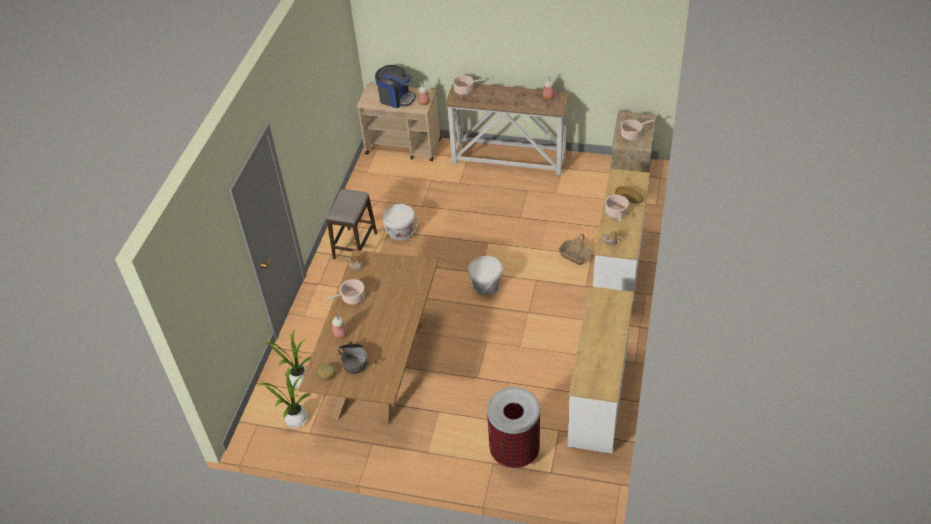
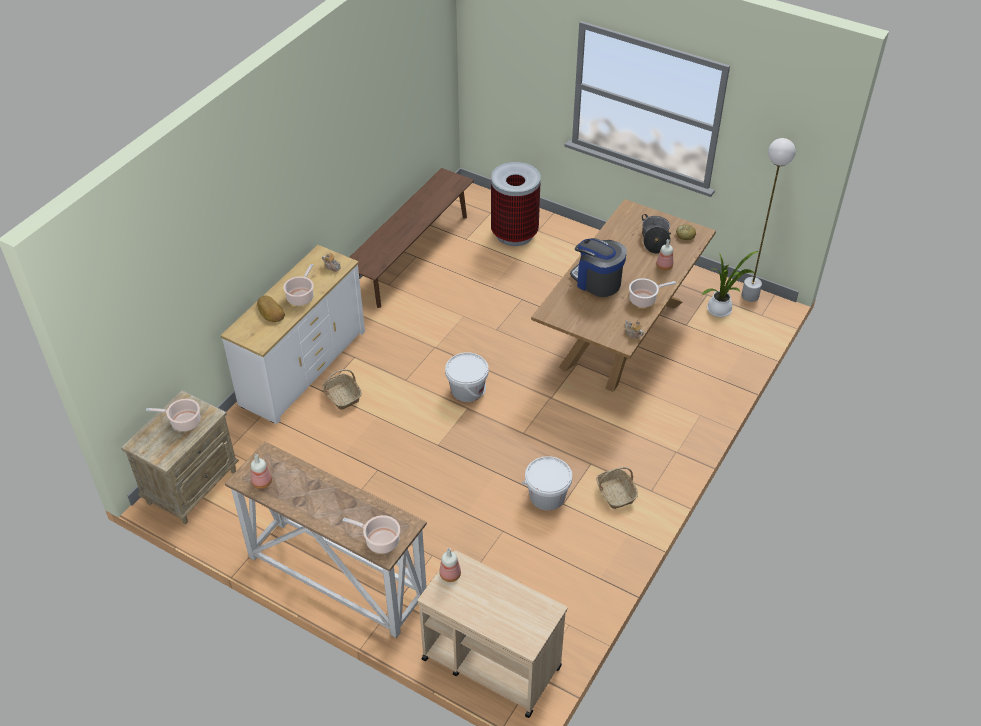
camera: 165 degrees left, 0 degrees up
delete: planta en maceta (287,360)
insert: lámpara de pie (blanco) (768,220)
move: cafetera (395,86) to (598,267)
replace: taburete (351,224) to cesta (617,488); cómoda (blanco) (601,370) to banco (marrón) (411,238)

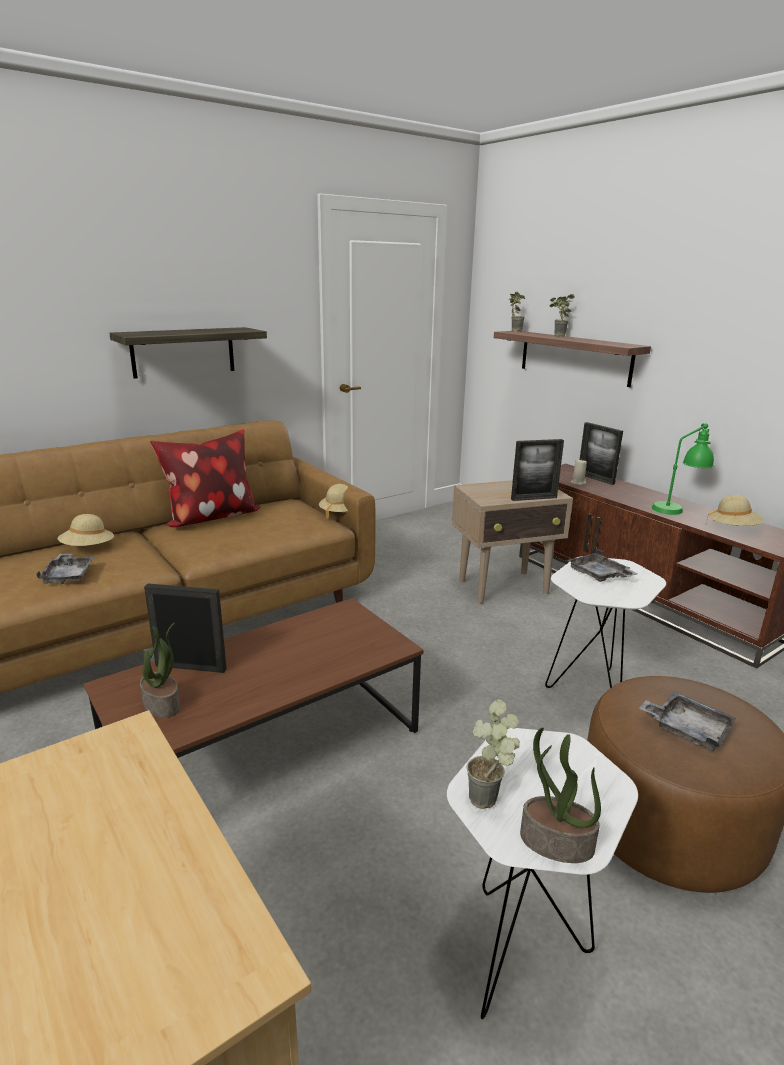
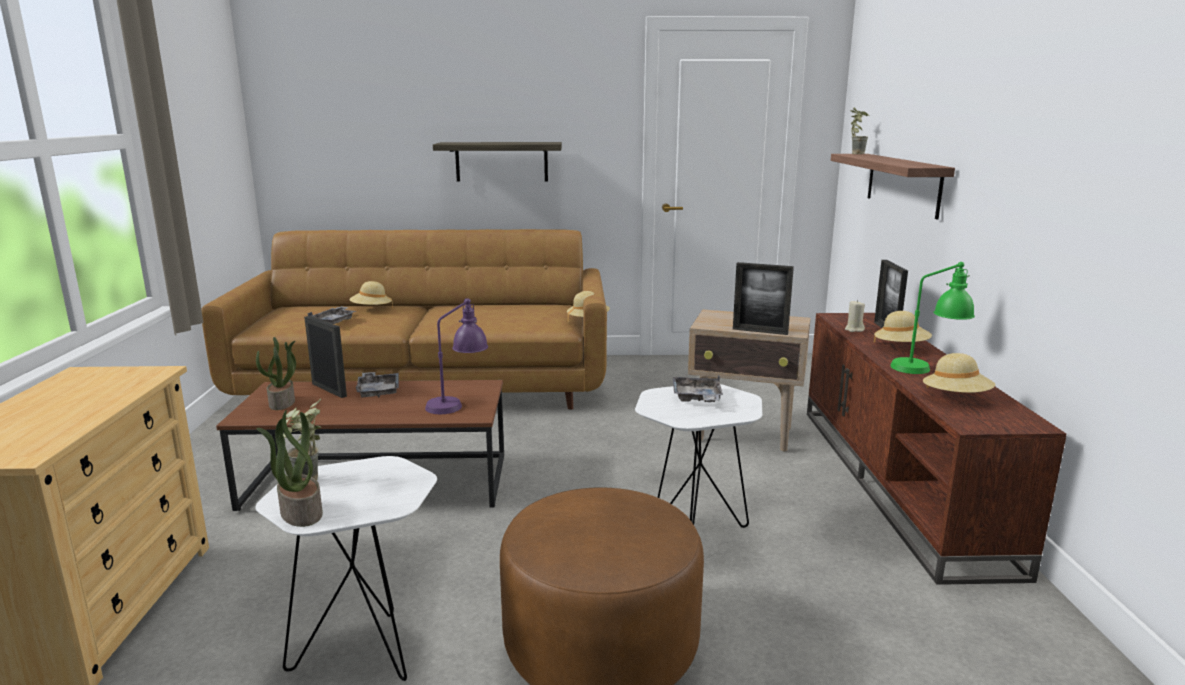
camera: 35 degrees right, 5 degrees down
delete: cojín (205,478); planta en maceta (561,315)
insert: lámpara de mesa (morado) (456,356); sombrero (beis) (903,327)
move: bandeja (gris) (687,721) to (377,385)

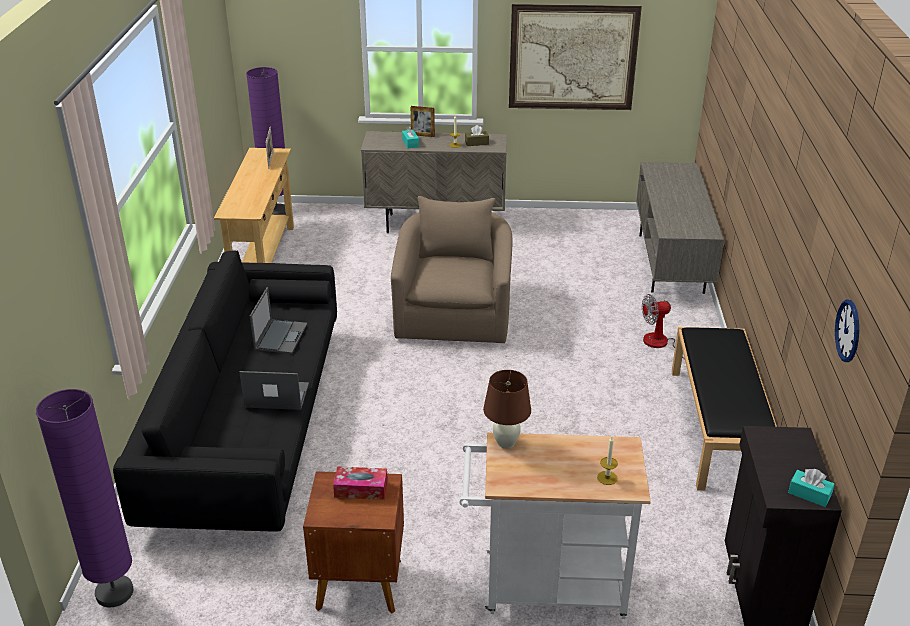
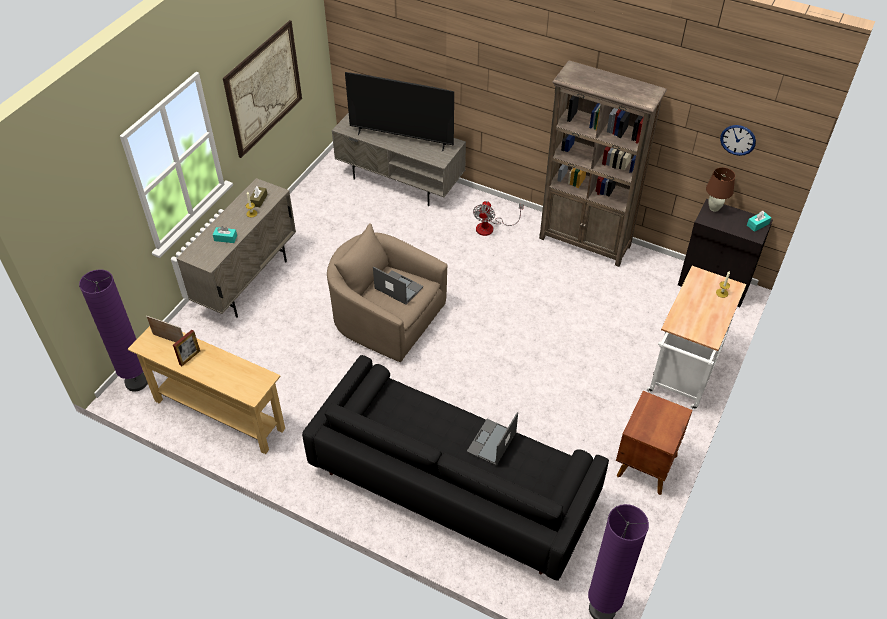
camera: 65 degrees left, 15 degrees up
delete: caja de pañuelos (360,483)
insert: televisor (399,112)
move: portátil (278,320) to (398,286); portarretratos (423,121) to (186,348); lámpara de mesa (marrón) (507,409) to (720,189)
replace: banco (negro) (724,409) to estantería (marrón) (603,163)

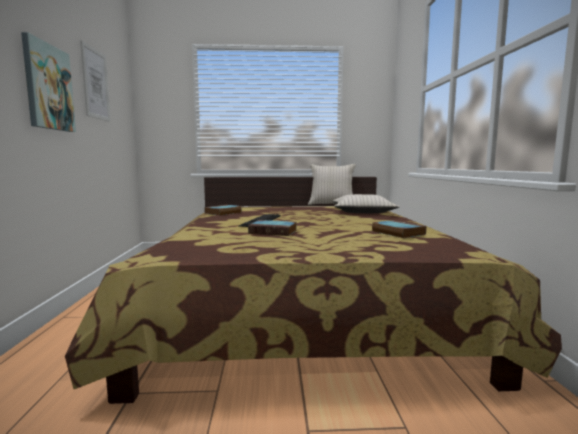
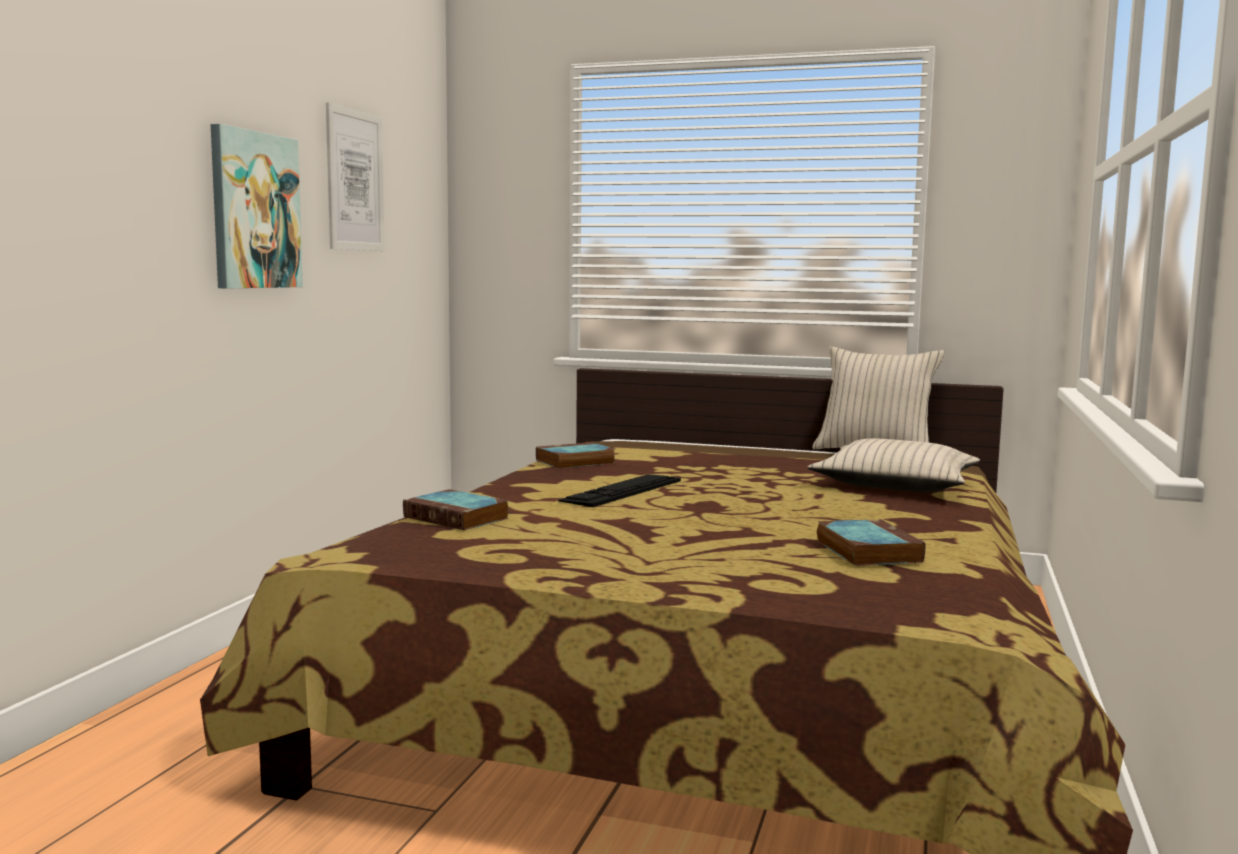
camera: 20 degrees right, 0 degrees up
move: libro (272,228) to (456,509)

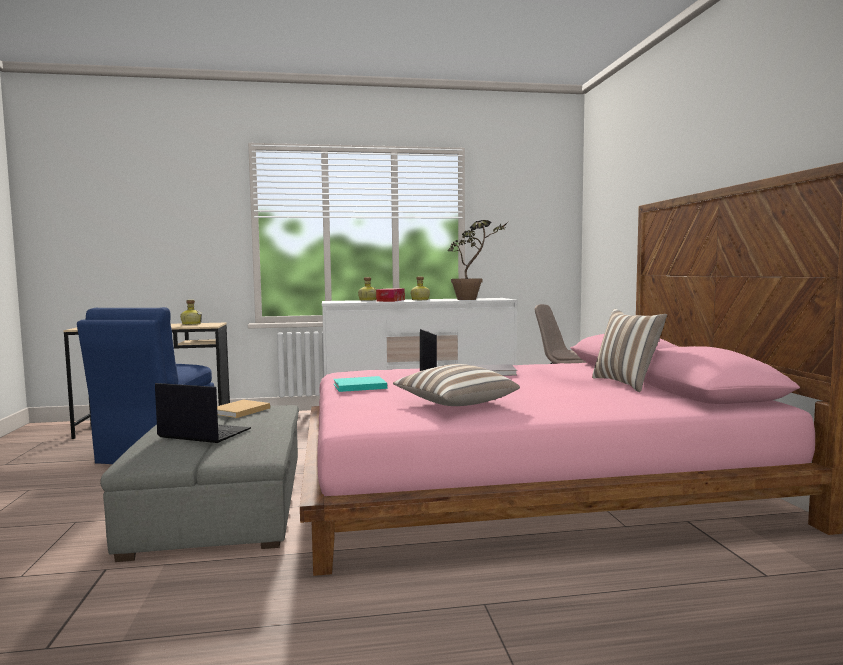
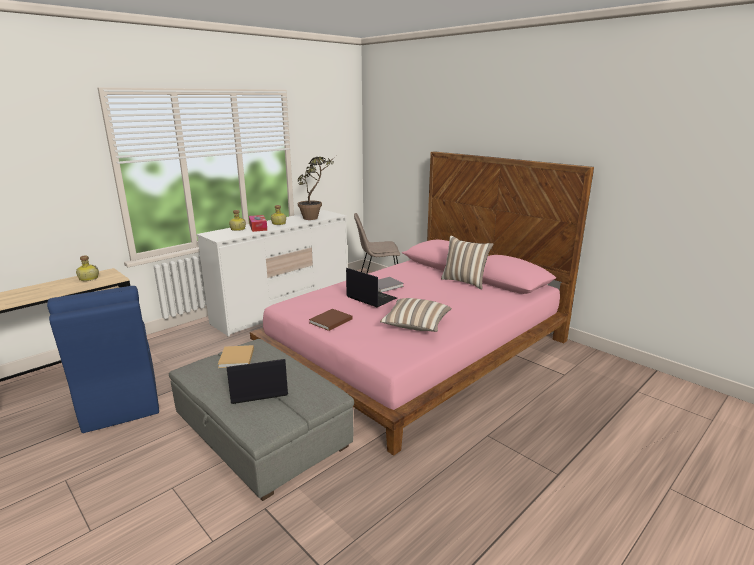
camera: 35 degrees left, 15 degrees up
recolor: libro (turquesa) (360,384) to libro (marrón) (330,320)

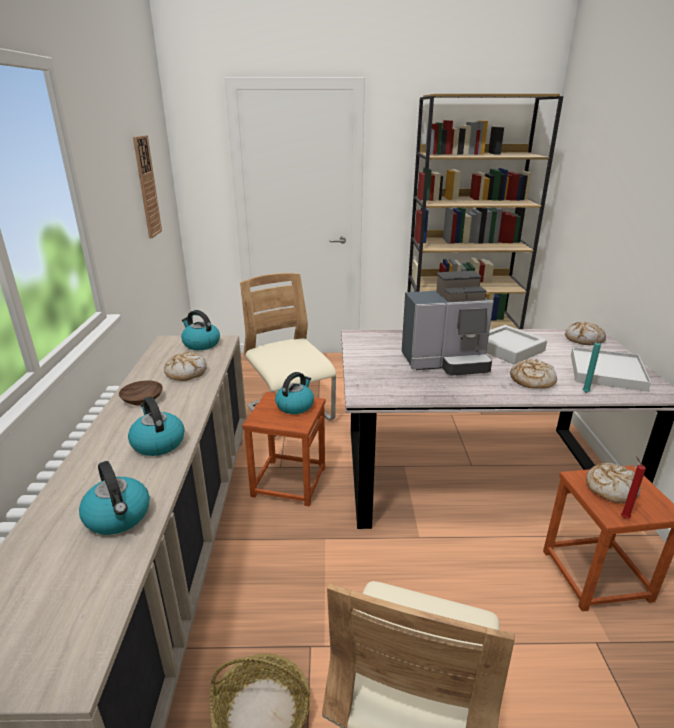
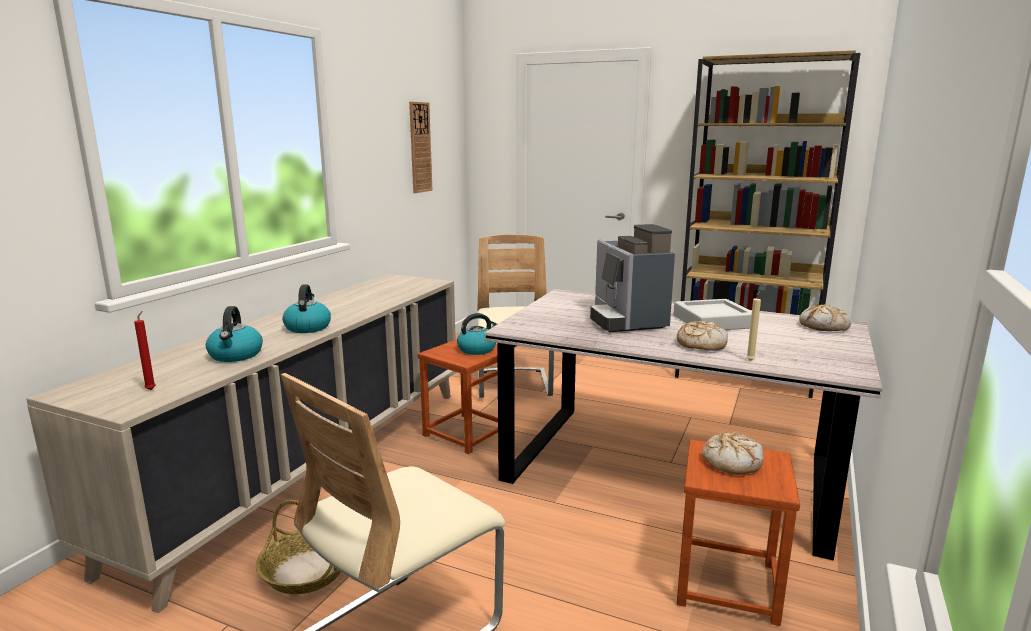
camera: 25 degrees right, 10 degrees down
delete: cuenco (marrón) (141,393); pan (185,366); hervidor (200,330); bandeja (blanco) (611,369)
move: vela (rojo) (633,488) to (145,350)
recolor: vela (turquesa) (591,364) to vela (beis) (753,326)
rotate: cafetera (448,323) = (632,278) 60 degrees clockwise

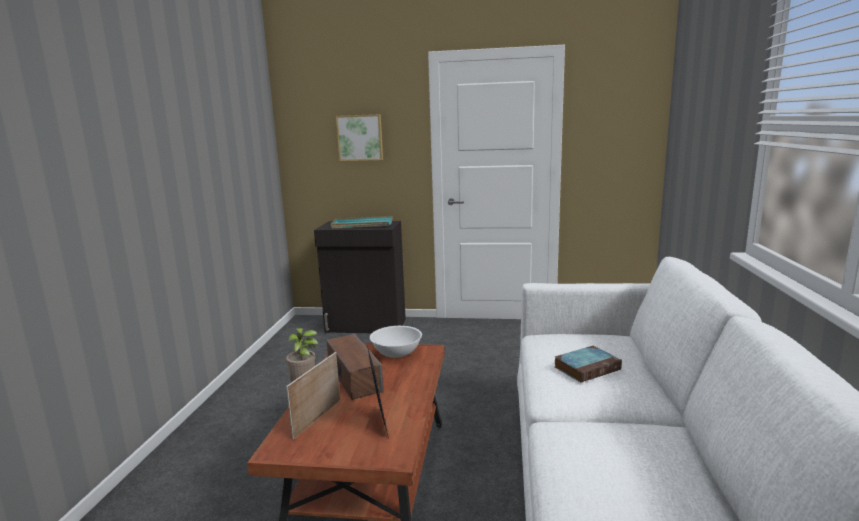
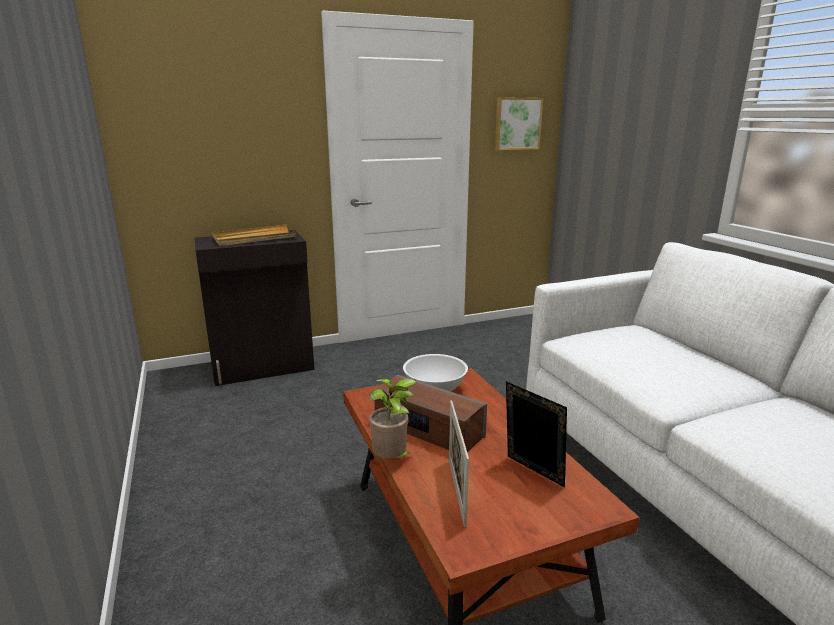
camera: 30 degrees left, 5 degrees up
delete: libro (588,364)
move: cuadro (359,137) to (519,123)
recolor: bandeja (turquesa) (361,222) to bandeja (beis) (254,235)

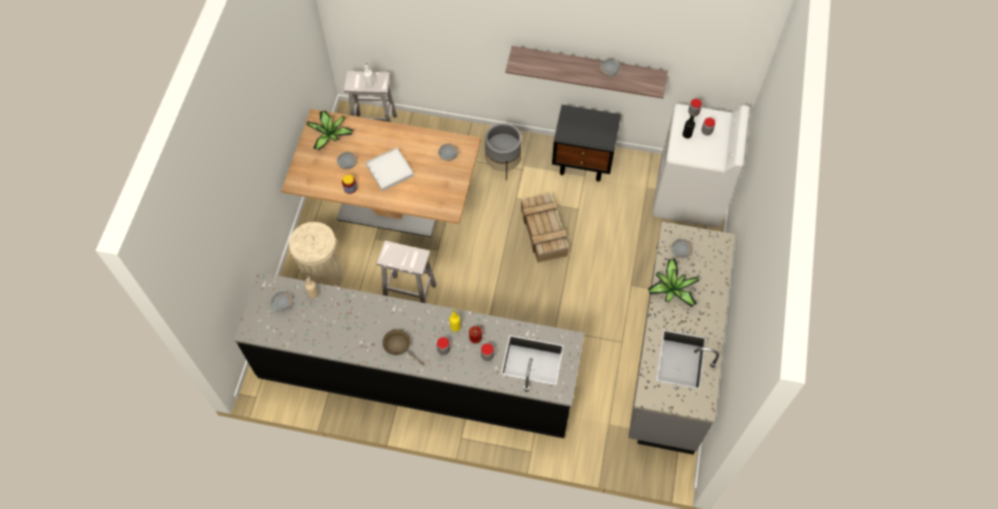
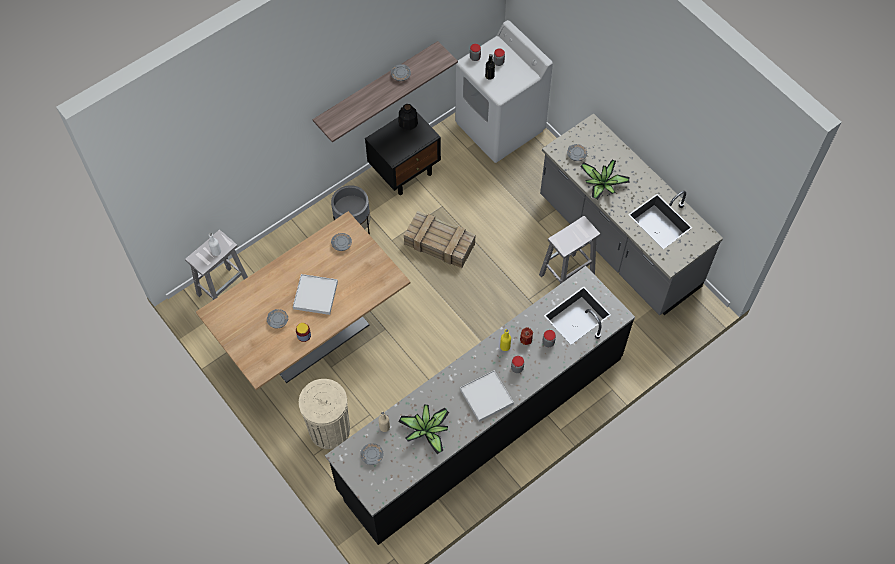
camera: 50 degrees left, 0 degrees up
insert: botella (408,117)
move: planta en maceta (329,130) to (423,429); taburete (blanco) (406,272) to (569,250)
replace: sartén (marrón) (403,347) to bandeja (blanco) (487,396)

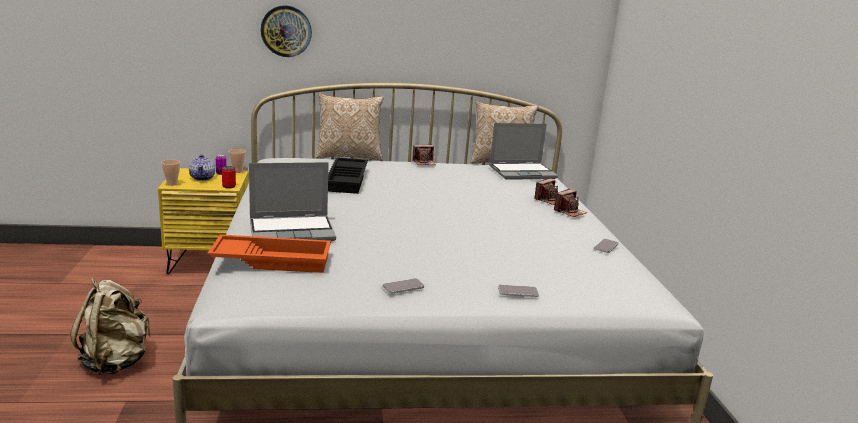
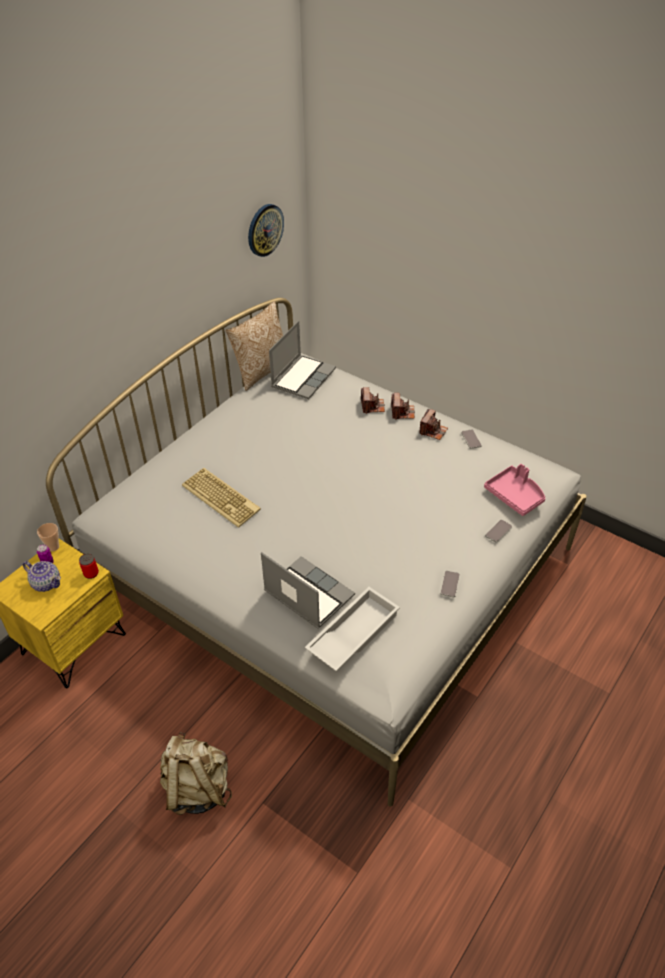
camera: 45 degrees left, 25 degrees up
delete: taza (170,173); cojín (350,127)
insert: bandeja (rosa) (515,490)
move: reloj de pared (286,31) to (266,230); cámara (424,155) to (433,424)
replace: bandeja (negro) (348,175) to teclado (221,498)
recolor: bandeja (naranja) (269,253) to bandeja (blanco) (352,629)
rotate: portátil (292,201) = (308,590) 75 degrees counterclockwise

